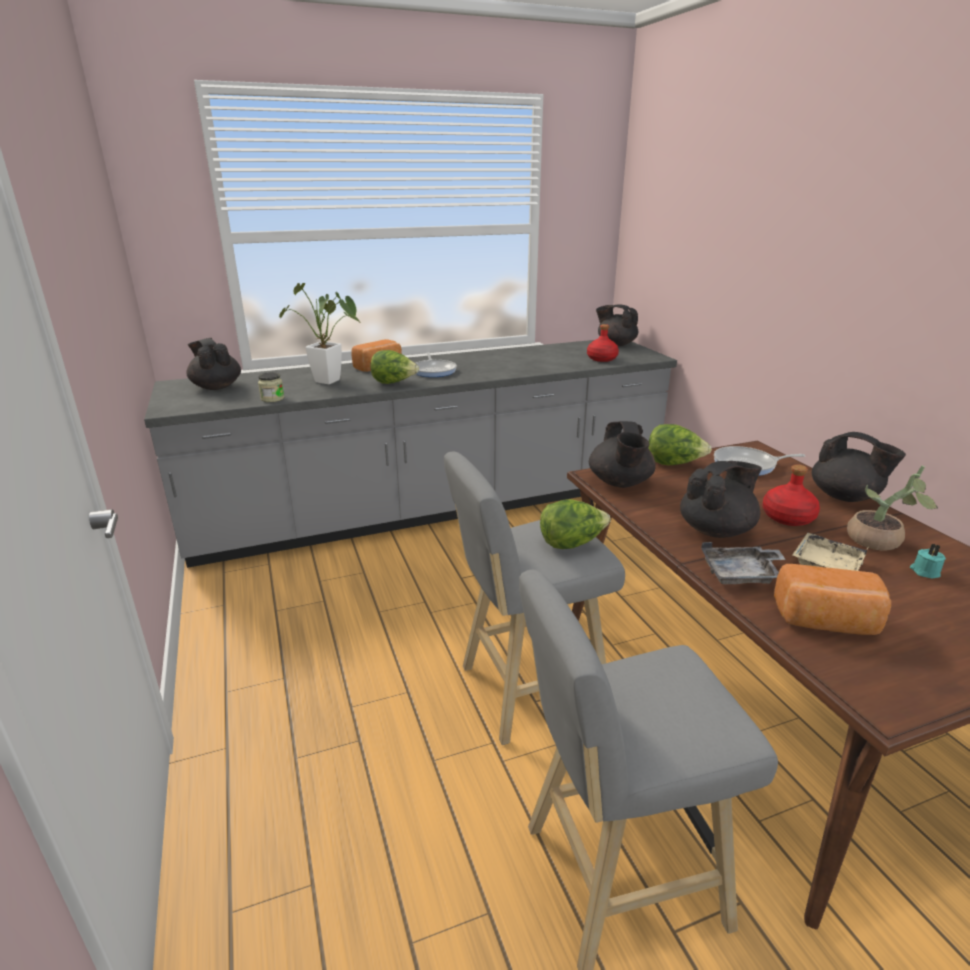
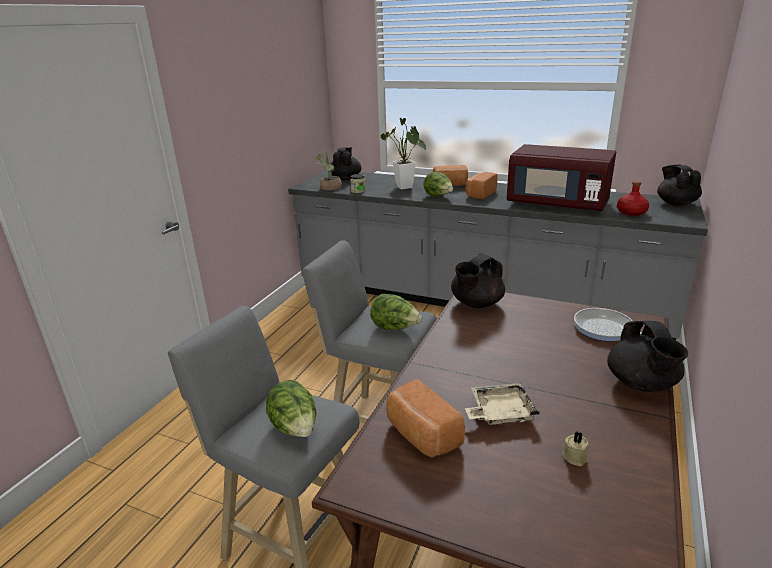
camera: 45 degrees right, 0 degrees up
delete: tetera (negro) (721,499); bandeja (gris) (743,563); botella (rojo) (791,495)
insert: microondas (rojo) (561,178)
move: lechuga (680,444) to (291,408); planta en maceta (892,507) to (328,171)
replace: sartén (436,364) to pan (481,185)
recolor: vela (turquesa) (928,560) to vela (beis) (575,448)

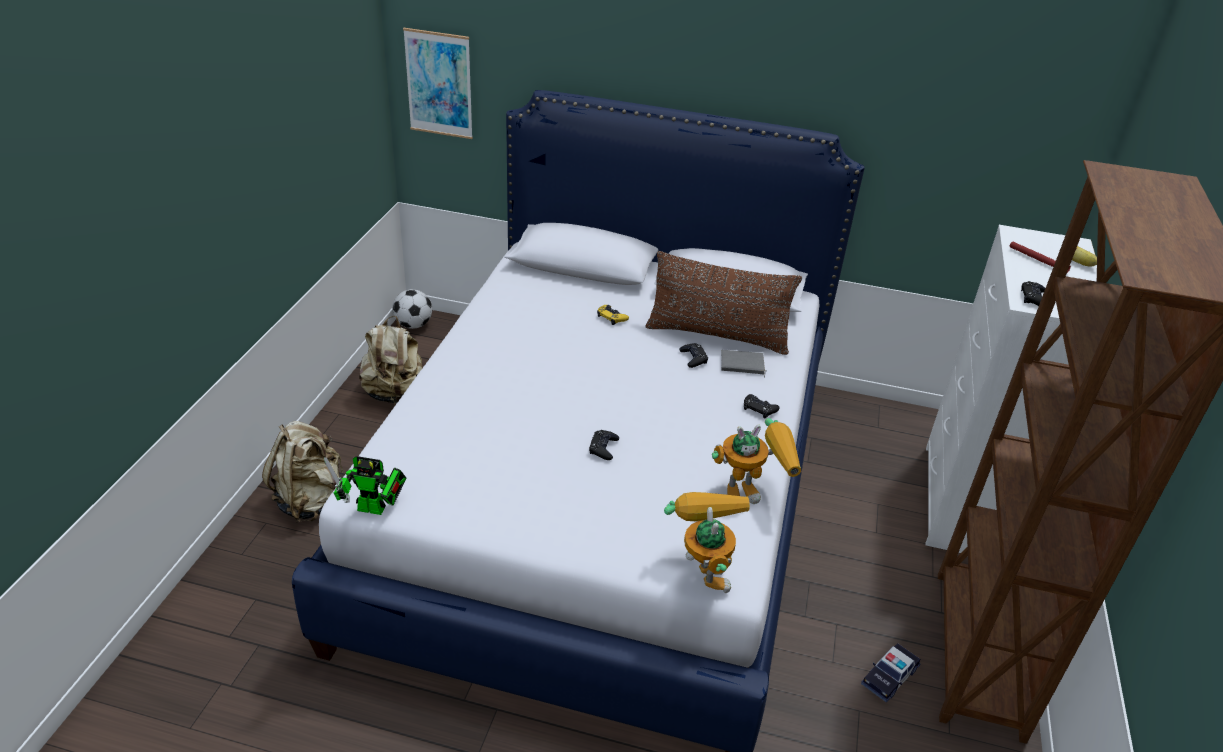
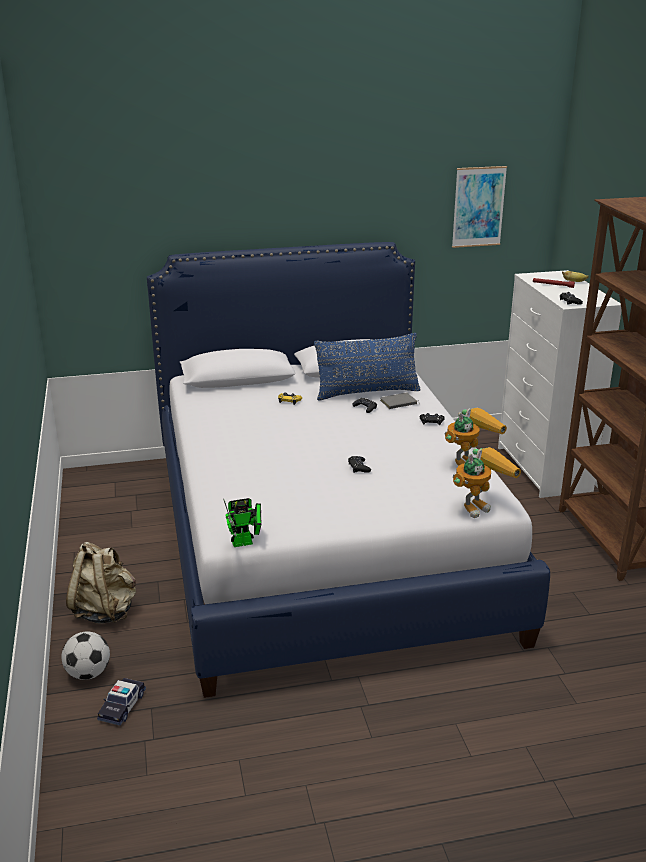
camera: 25 degrees left, 10 degrees down
delete: mochila (beis) (391,361)
move: balón de fútbol (412,309) to (85,655); cuadro (438,83) to (479,207); coche de juguete (891,673) to (121,702)
recolor: cojín (marrón) (723,303) to cojín (azul) (367,367)
rotate: robot de juguete (707,542) = (487,482) 90 degrees clockwise

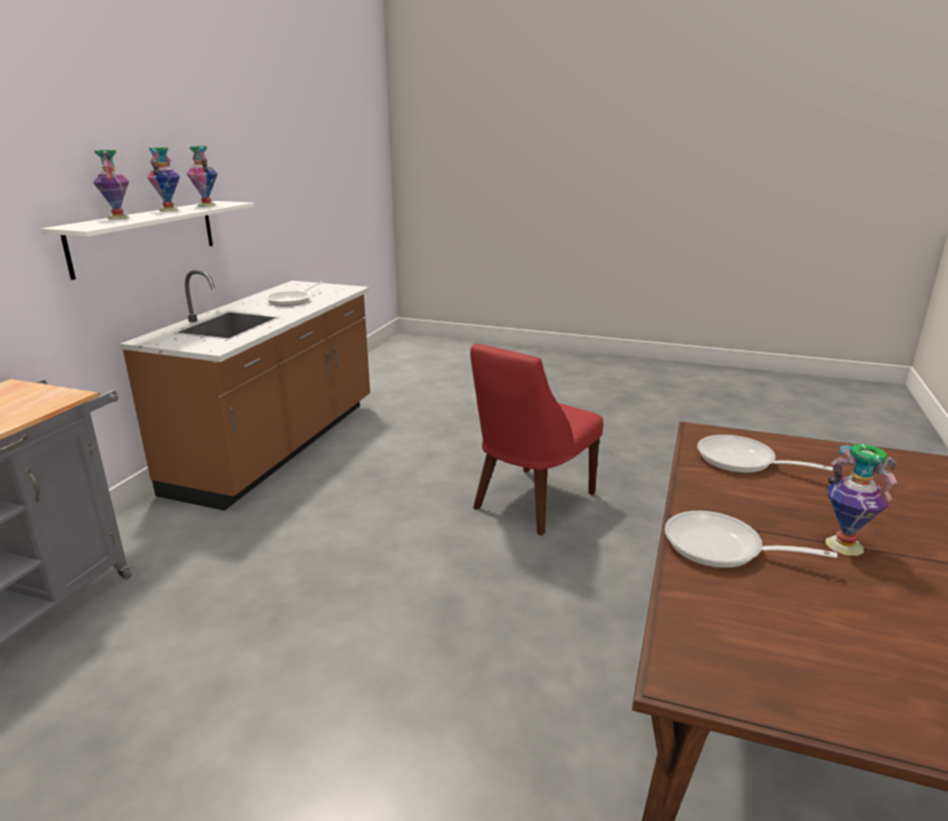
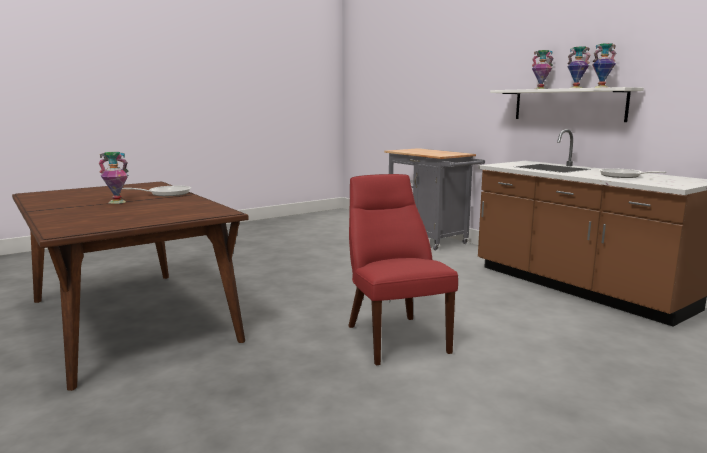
camera: 125 degrees right, 10 degrees down
delete: sartén (765,454)

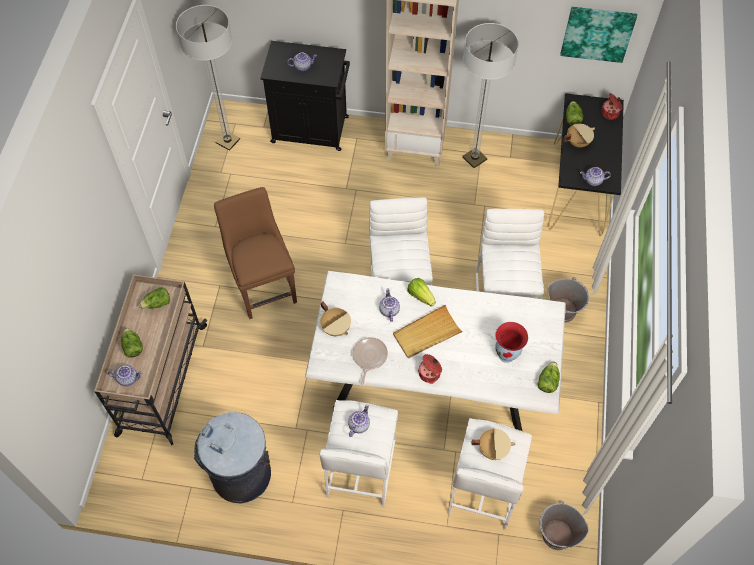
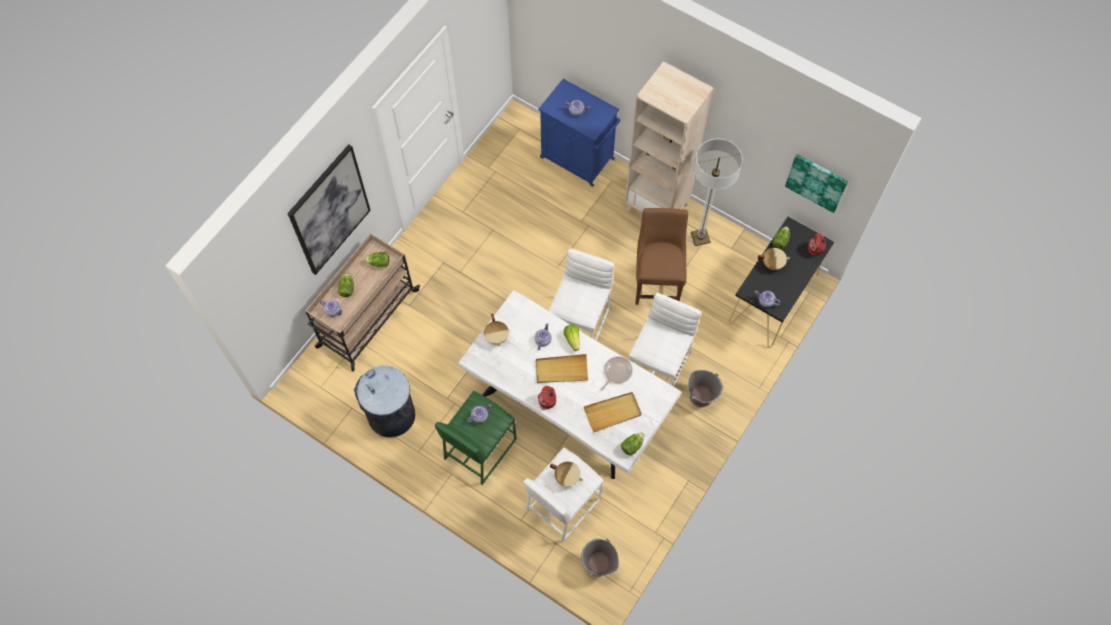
camera: 25 degrees right, 5 degrees up
delete: lámpara de pie (208,78)
insert: cuadro (329,209)
move: silla (marrón) (255,253) to (661,256); sartén (370,361) to (617,374)
replace: florero (511,342) to bandeja (beis) (612,412)
recolor: armario (negro) (305,96) to armario (azul) (579,133); taburete (blanco) (358,453) to taburete (verde) (476,438)

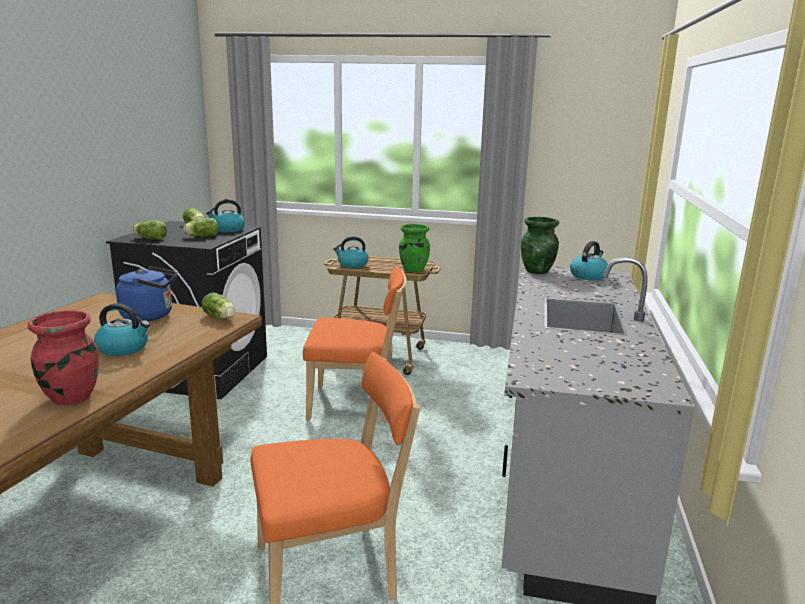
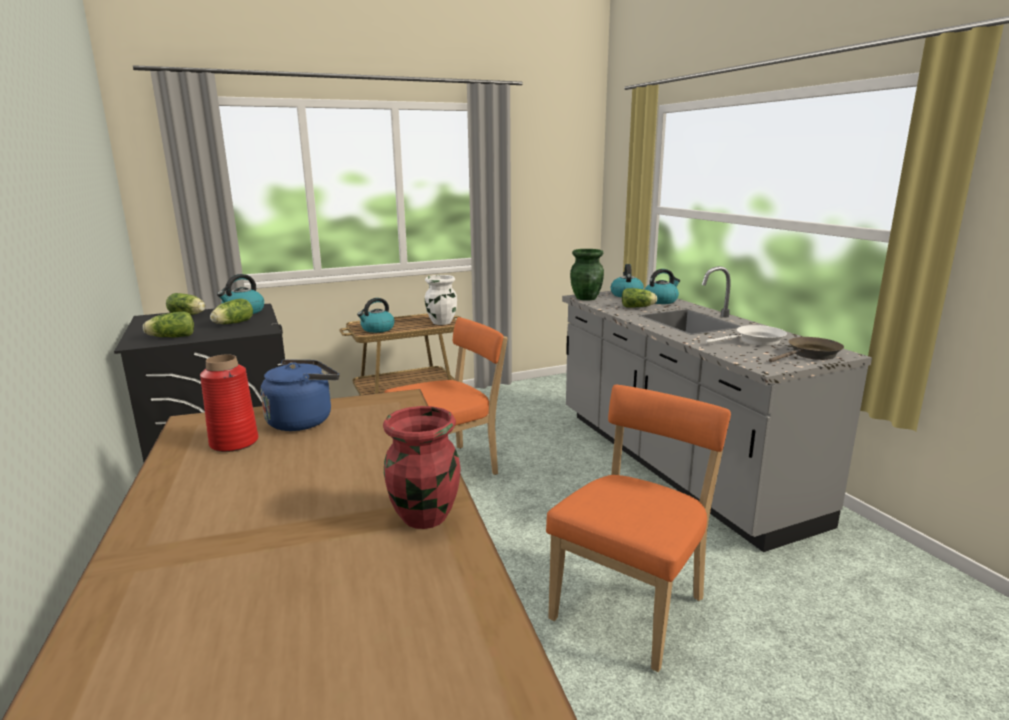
camera: 35 degrees left, 0 degrees up
insert: florero (rojo) (229,403); sartén (blanco) (746,335); sartén (marrón) (806,349)
move: hervidor (122,329) to (662,286); lechuga (218,305) to (639,298)
recolor: florero (verde) (414,248) to florero (blanco) (441,300)

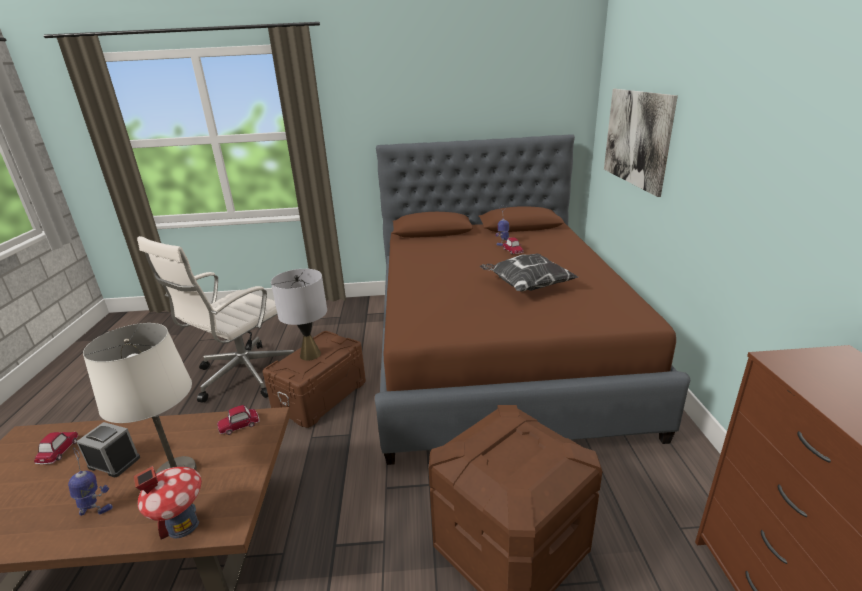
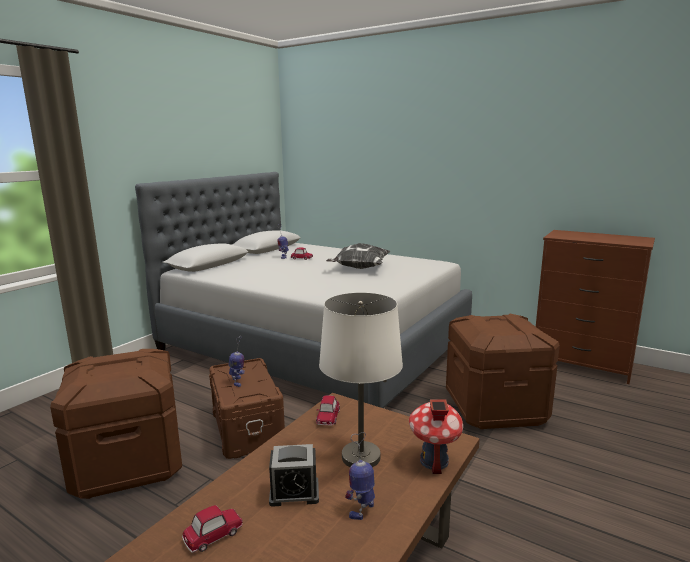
camera: 55 degrees left, 10 degrees down
delete: cuadro (641,143)
replace: silla de oficina (blanco) (215,319) to caja de almacenaje (marrón) (116,424); lámpara de mesa (gris) (299,315) to robot de juguete (237,361)
recolor: cama (marrón) (532,299) to cama (gris) (303,290)
rotate: coche de juguete (56,448) = (212,529) 105 degrees clockwise; despertador (108,449) = (294,475) 150 degrees counterclockwise

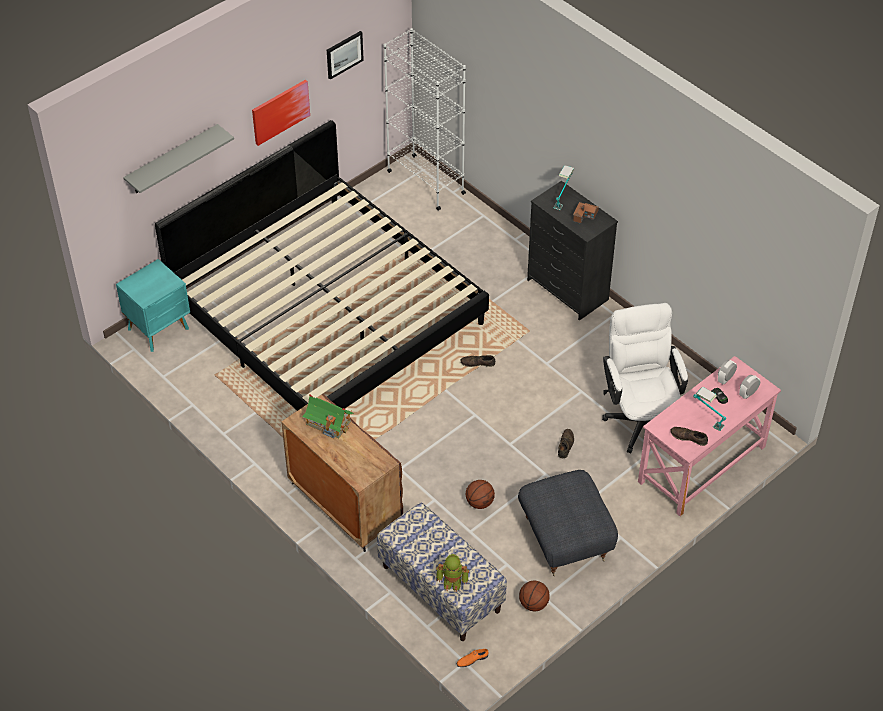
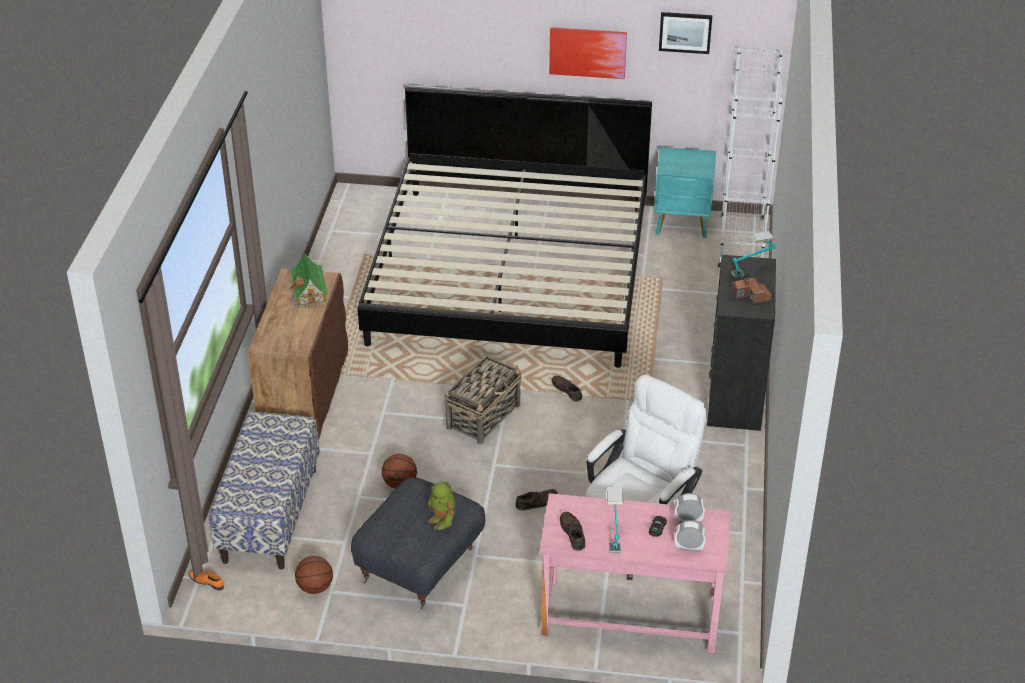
camera: 50 degrees right, 10 degrees down
delete: estante (gris) (178,158)
insert: cesta (483,400)
move: mesita de noche (turquesa) (153,305) to (685,192); robot de juguete (452,573) to (441,505)

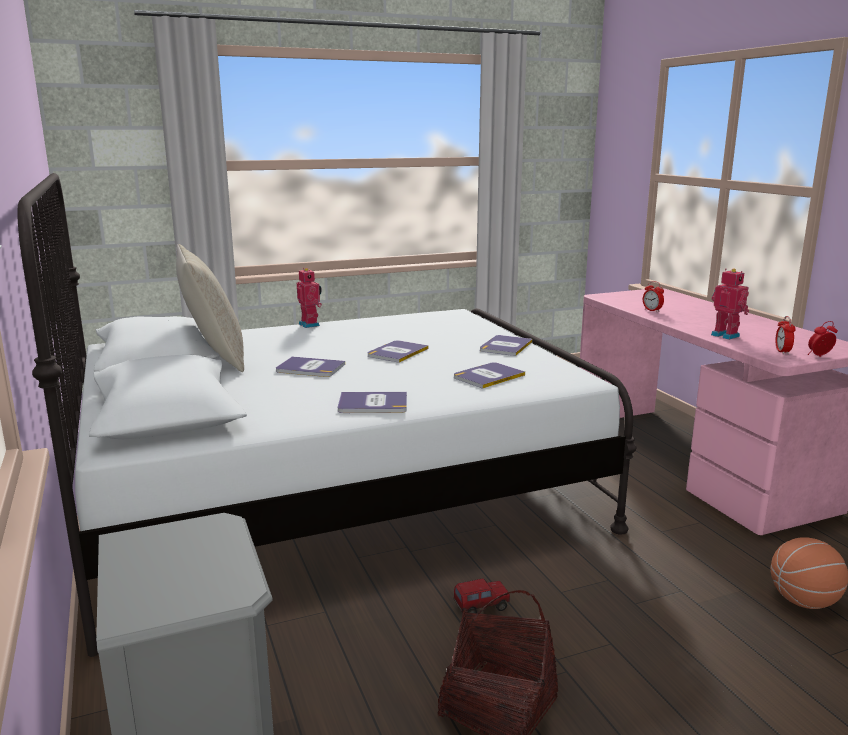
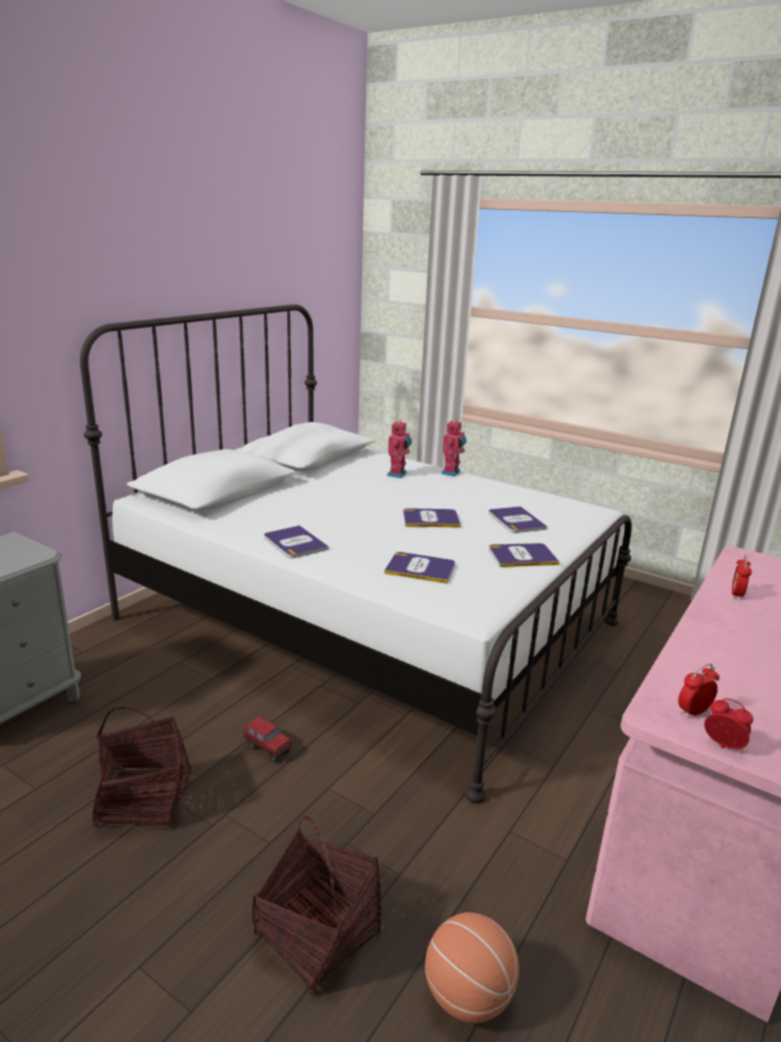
camera: 55 degrees right, 5 degrees up
delete: cojín (beis) (210,308)
insert: cesta (317,904)
move: libro (310,367) to (518,519); robot de juguete (730,304) to (399,449)

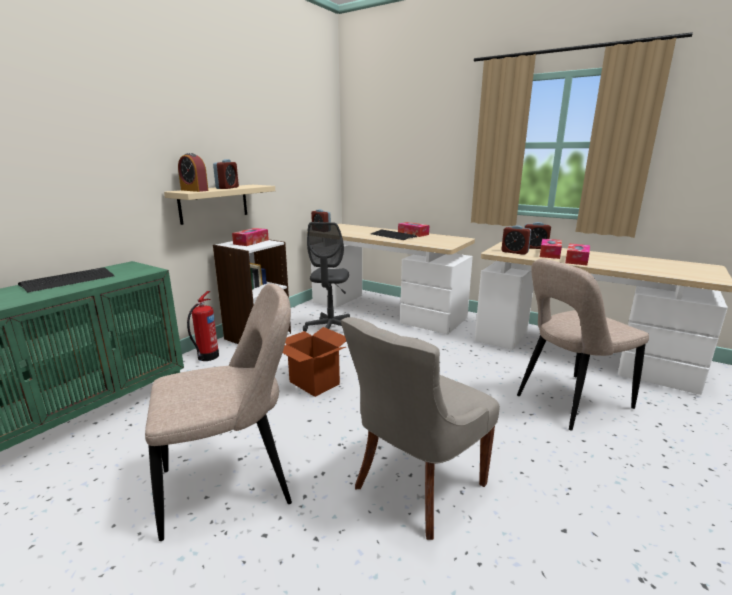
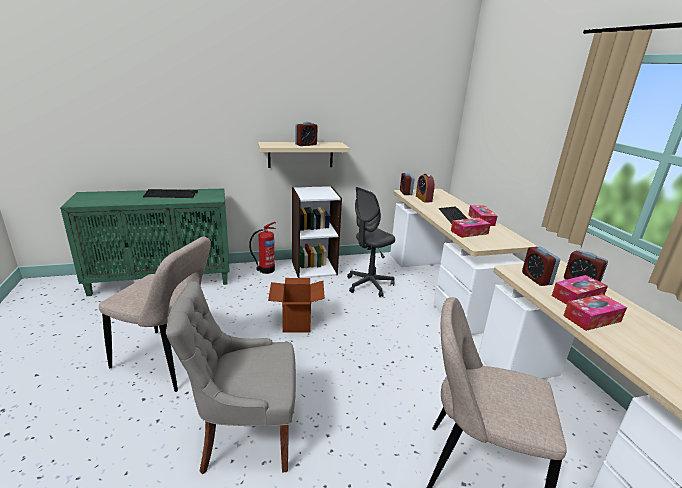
camera: 40 degrees right, 5 degrees up
move: despertador (193,172) to (425,188); caja de pañuelos (250,237) to (471,228)

